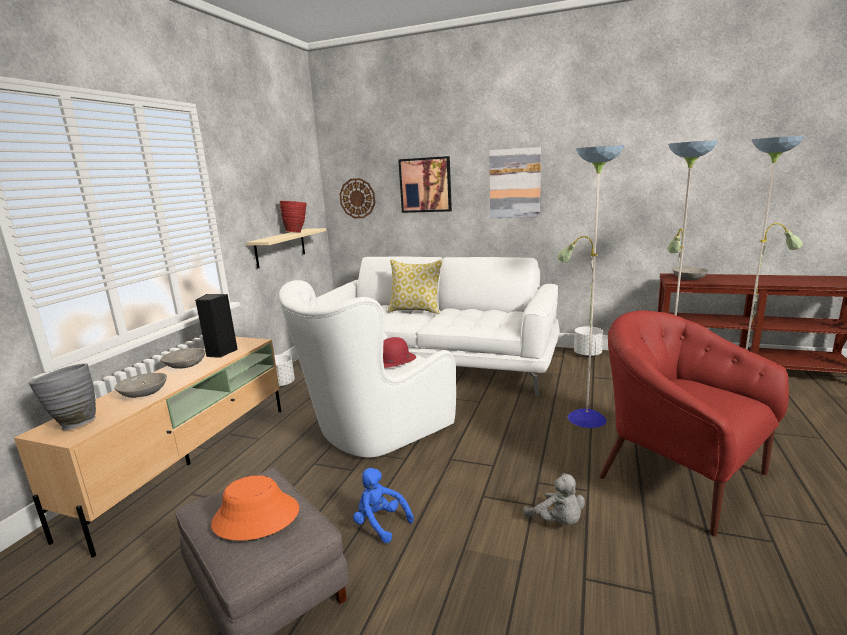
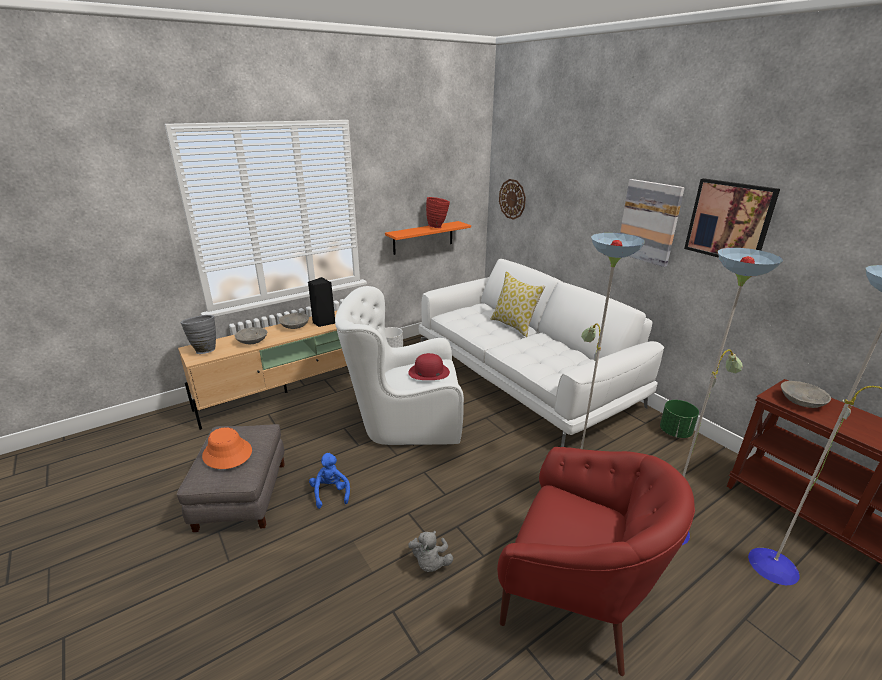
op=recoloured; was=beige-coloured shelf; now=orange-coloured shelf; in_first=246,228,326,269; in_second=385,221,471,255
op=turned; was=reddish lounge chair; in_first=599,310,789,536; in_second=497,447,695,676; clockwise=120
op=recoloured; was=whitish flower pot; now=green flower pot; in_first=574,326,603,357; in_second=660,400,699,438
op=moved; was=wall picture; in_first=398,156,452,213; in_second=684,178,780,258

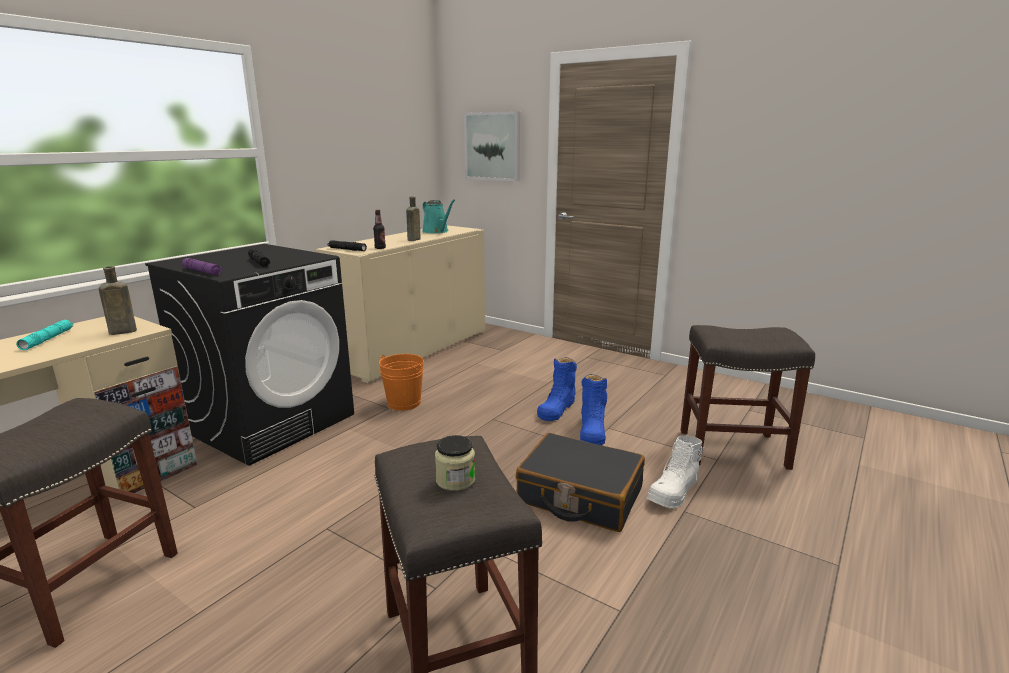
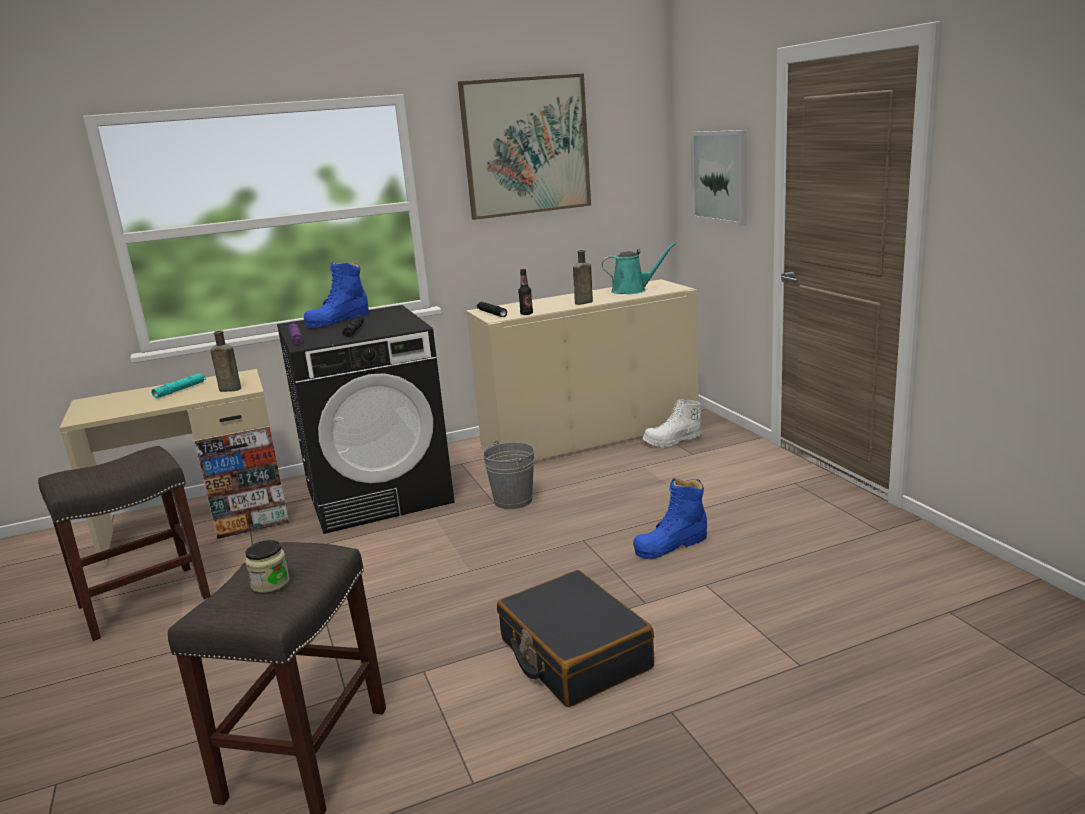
op=moved; was=blue tall boot; in_first=580,374,607,445; in_second=304,262,369,328
op=added; now=wall picture; in_second=458,73,591,220
op=recoloured; was=orange-coloured water bucket; now=gray water bucket; in_first=379,354,424,411; in_second=482,440,535,509
op=turned; was=turquoise-coloured sprinkling can; in_first=422,200,455,233; in_second=601,243,676,294; clockwise=-90
op=moved; was=whitish tall boot; in_first=646,435,705,508; in_second=643,399,701,447
op=removed; was=gray stool; in_first=681,325,815,470

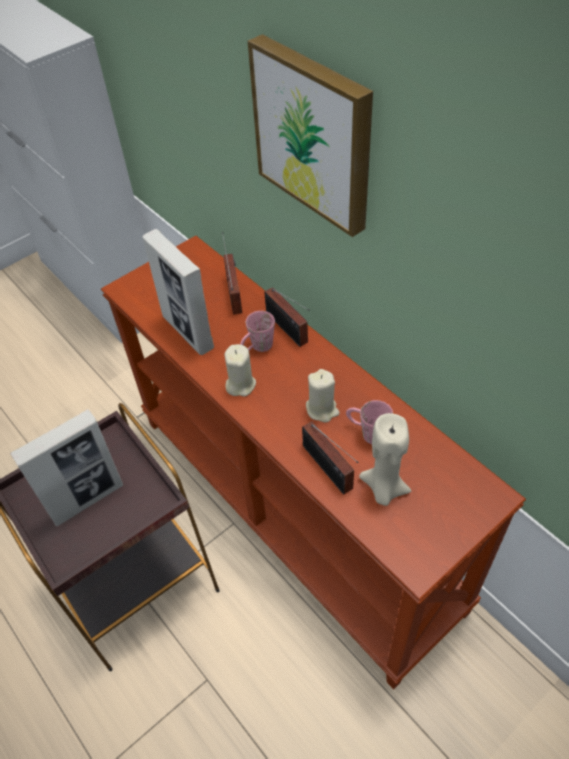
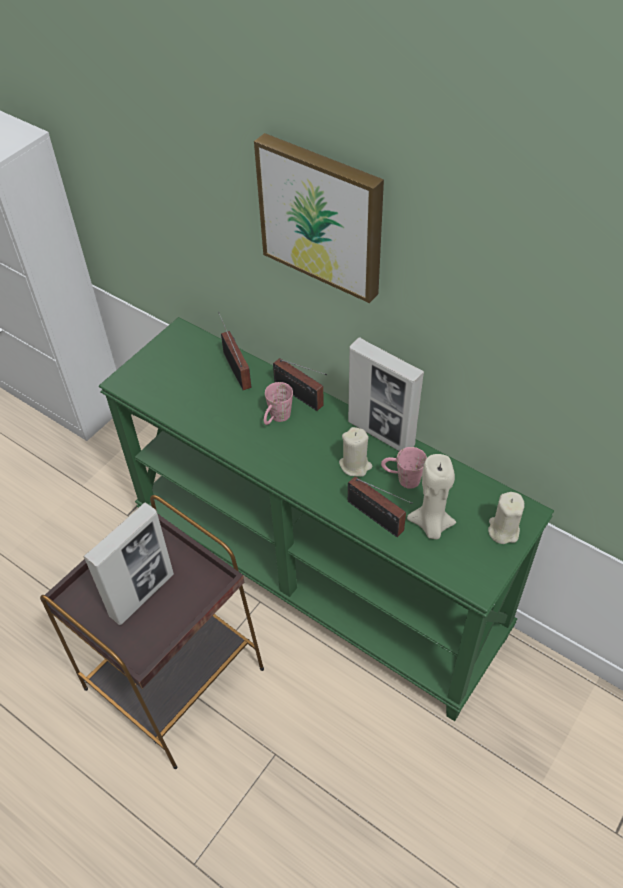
op=recoloured; was=brownish console table; now=green console table; in_first=101,235,526,689; in_second=99,317,554,721
op=moved; was=photo frame; in_first=143,229,214,355; in_second=348,337,424,451
op=moved; was=beige-coloured wax candle; in_first=225,344,256,396; in_second=488,492,525,544

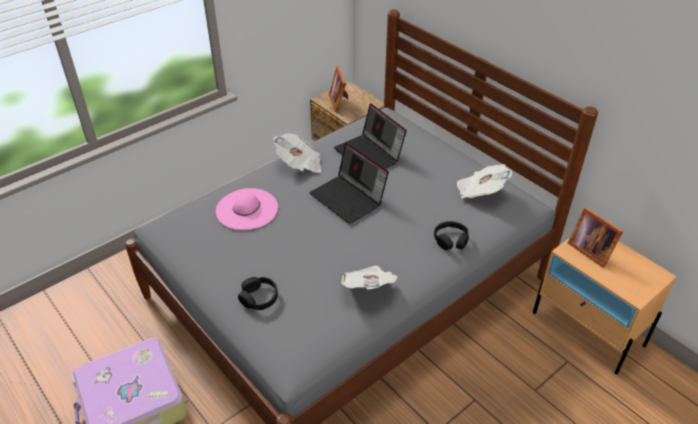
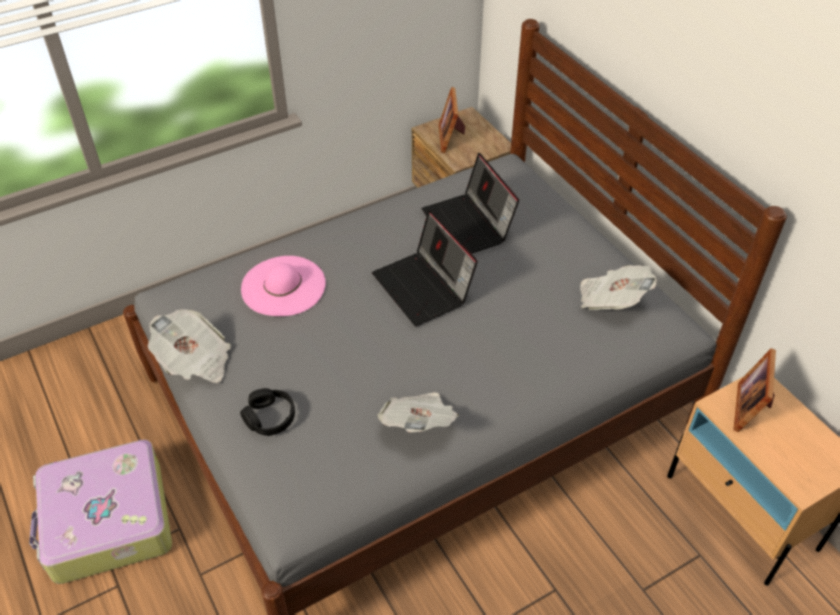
op=moved; was=daily paper; in_first=273,133,321,173; in_second=147,309,231,383
op=turned; was=photo frame; in_first=568,207,623,268; in_second=734,348,776,432; clockwise=45
op=removed; was=blackish pair of headphones; in_first=434,221,469,250

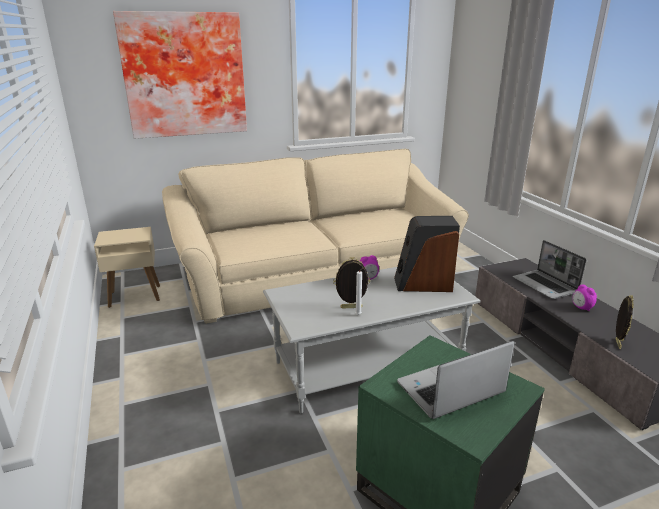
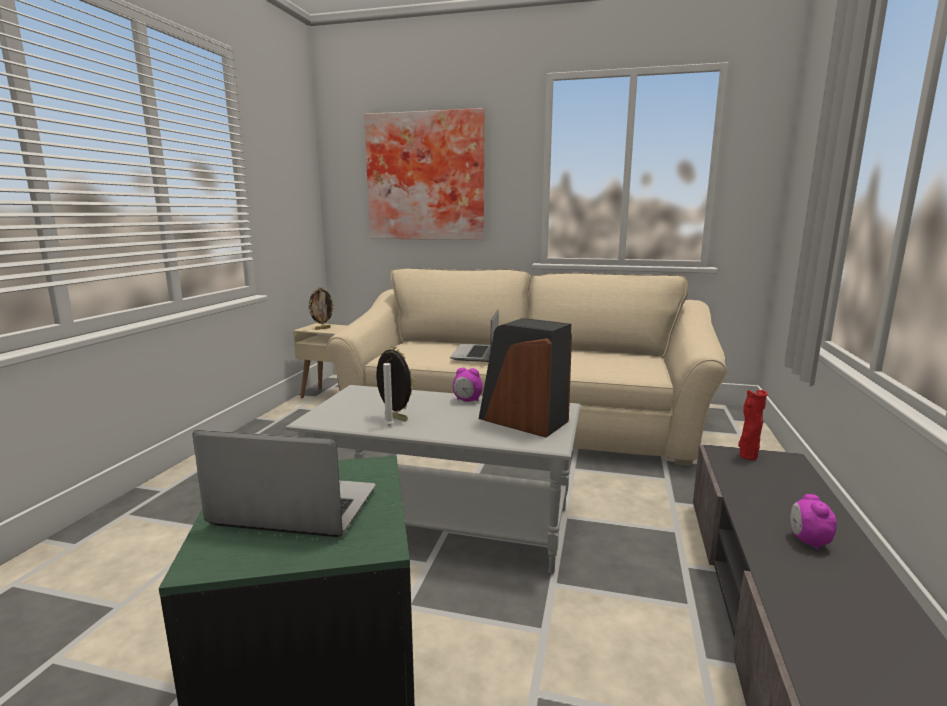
op=moved; was=photo frame; in_first=616,295,634,349; in_second=308,287,335,330
op=moved; was=portable computer; in_first=513,240,586,299; in_second=450,310,499,362
op=added; now=reddish flower vase; in_second=738,390,768,460

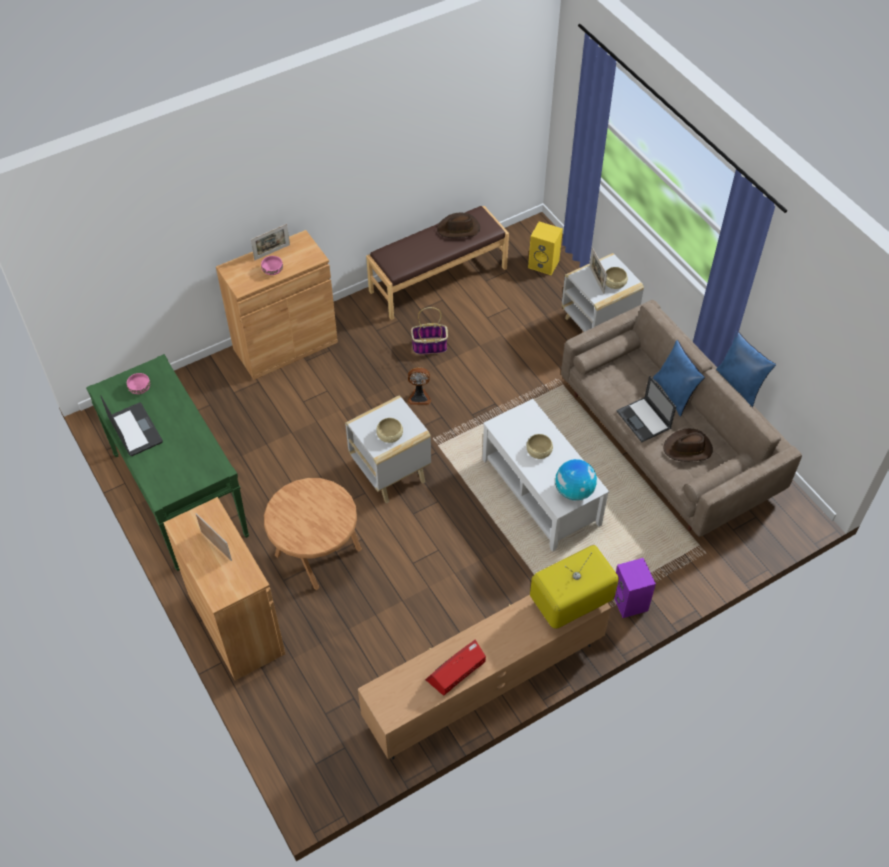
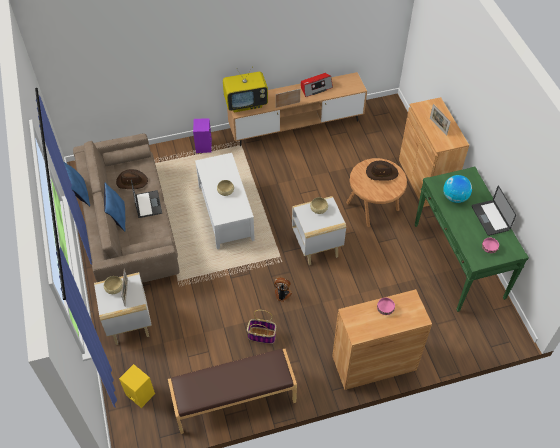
op=moved; was=photo frame; in_first=251,224,290,261; in_second=276,89,300,108
op=moved; was=brownish wearable hat; in_first=437,213,480,238; in_second=366,161,398,181
op=moved; was=world globe; in_first=555,459,597,501; in_second=443,175,472,203

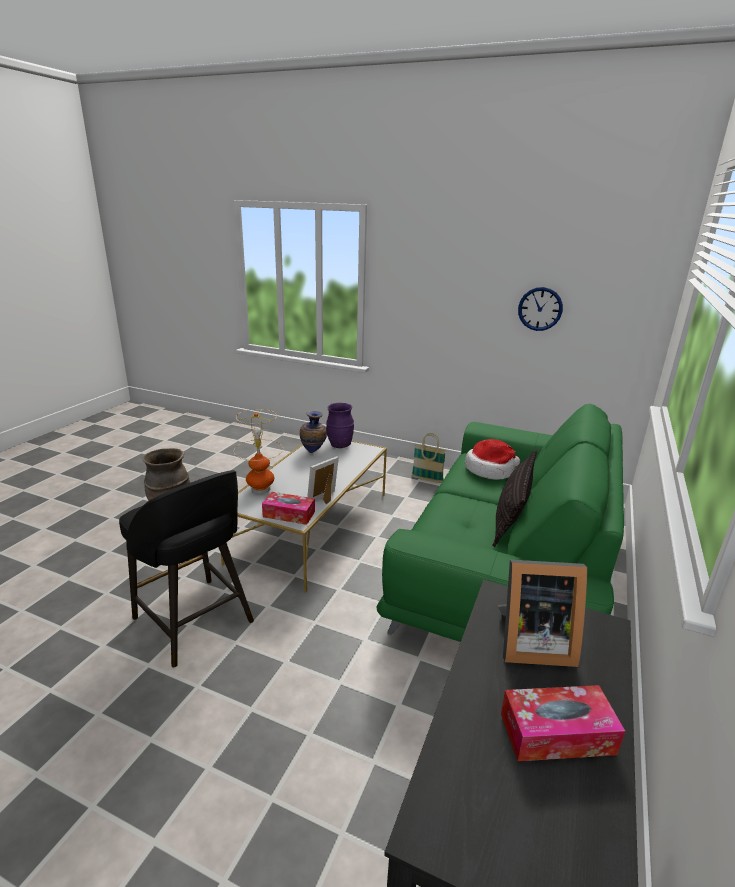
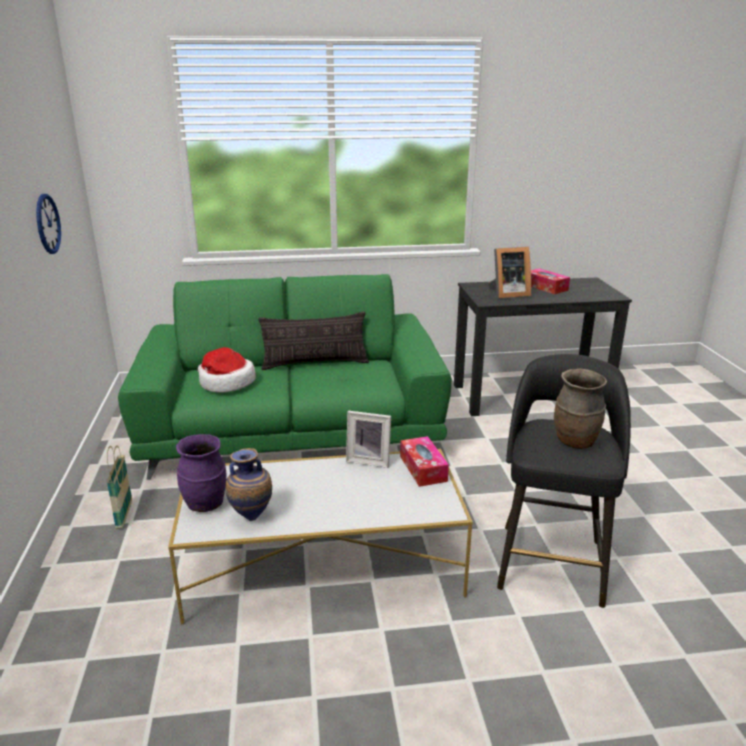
op=turned; was=photo frame; in_first=498,560,587,667; in_second=488,247,531,298; clockwise=105
op=removed; was=table lamp; in_first=234,409,283,494

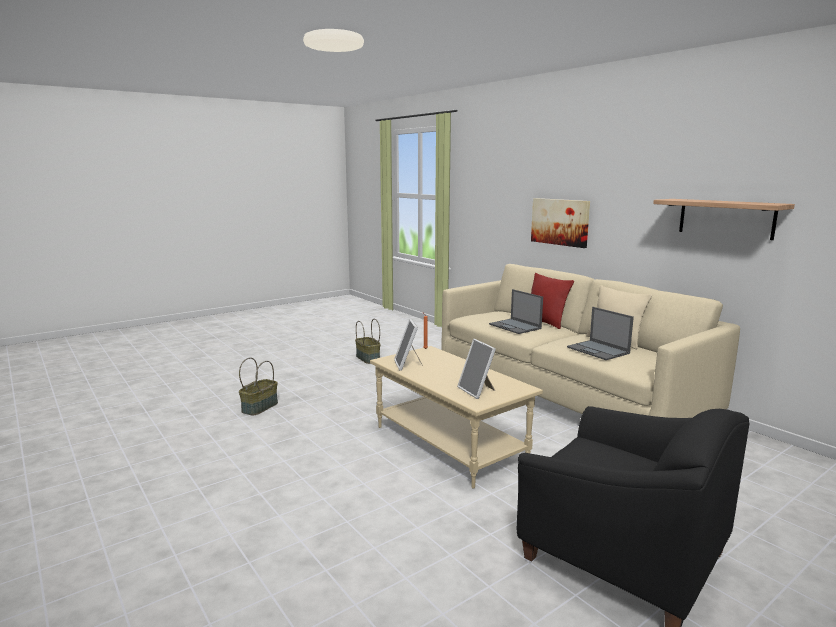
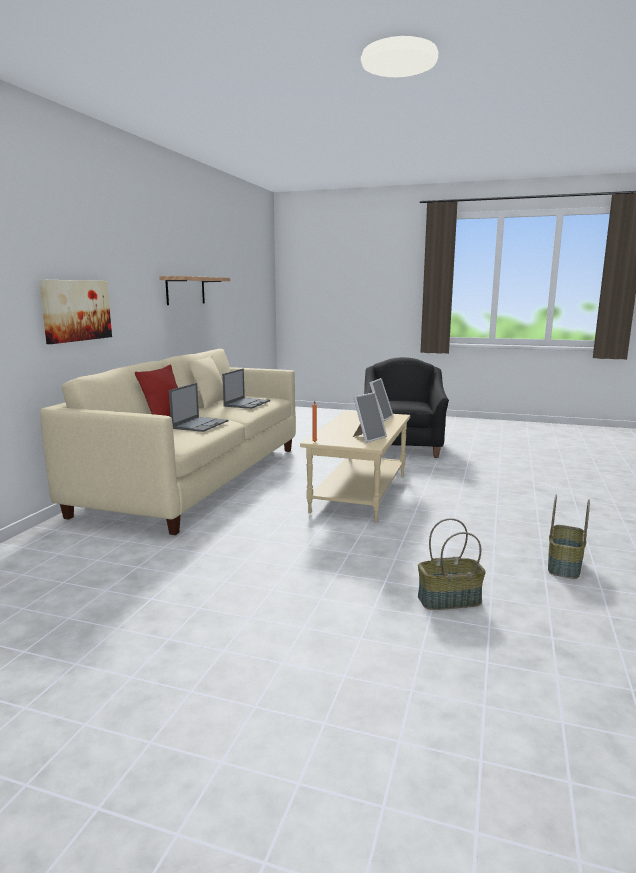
op=moved; was=basket; in_first=355,319,381,364; in_second=548,495,590,579

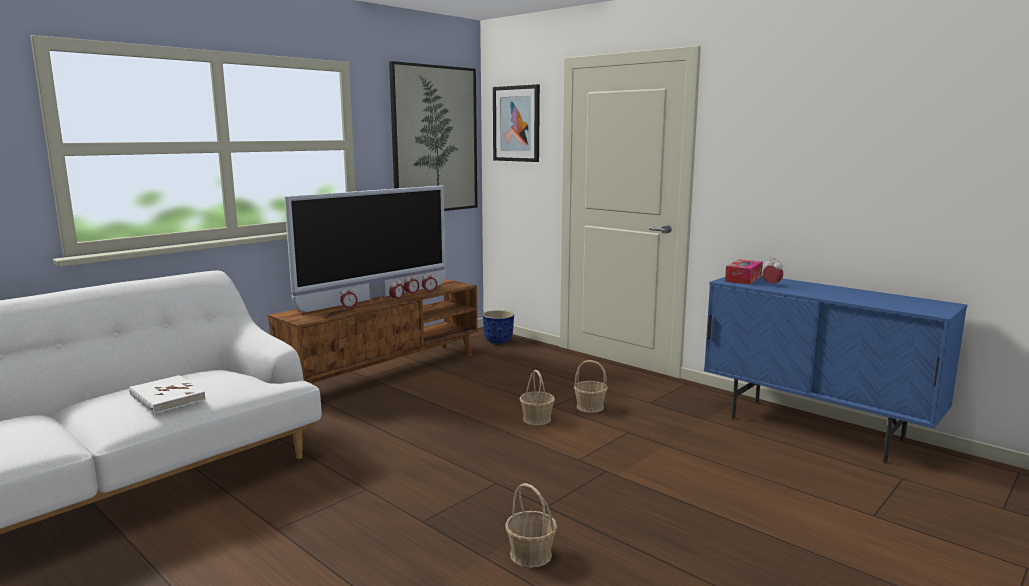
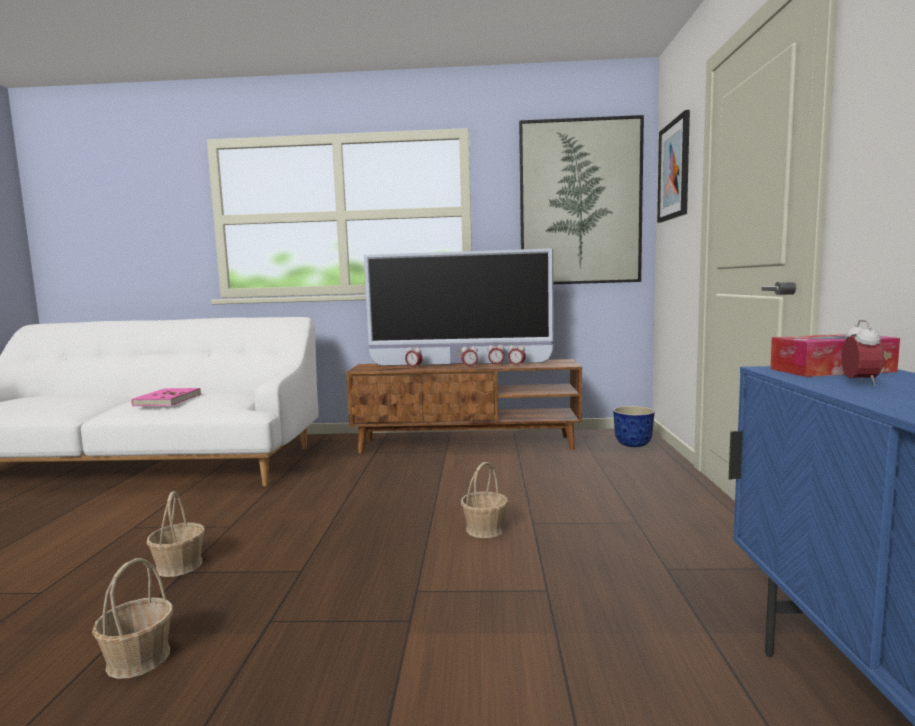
op=recoloured; was=whitish volume; now=pink volume; in_first=129,375,206,414; in_second=131,388,201,406
op=moved; was=basket; in_first=574,360,608,413; in_second=147,491,205,577

